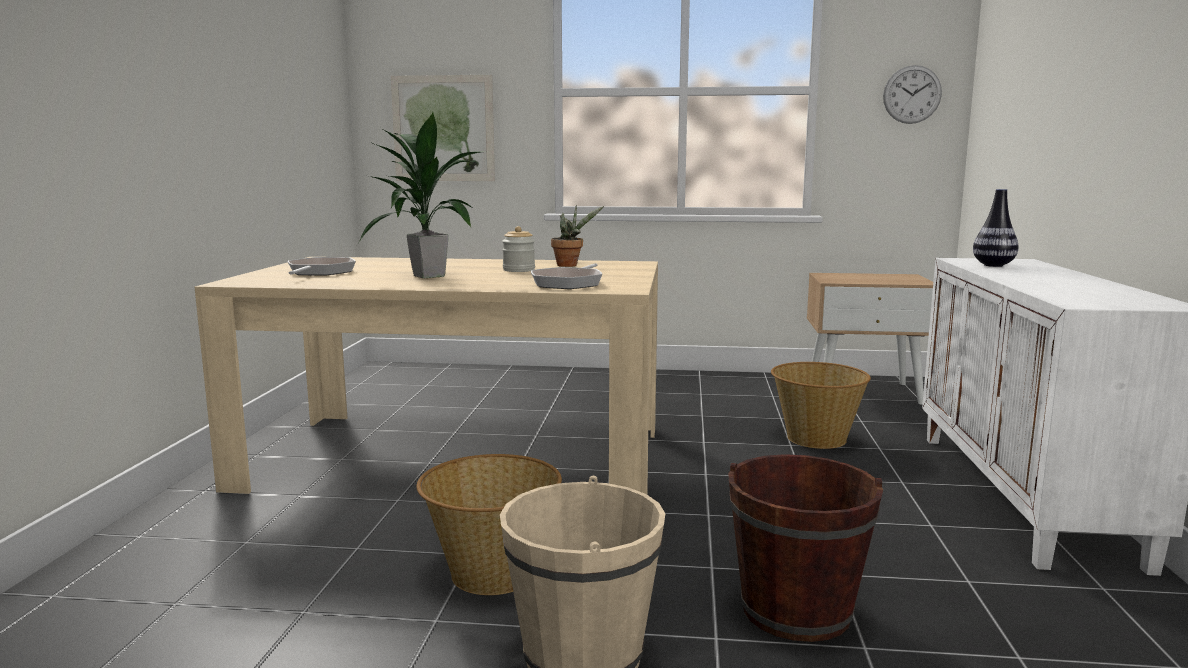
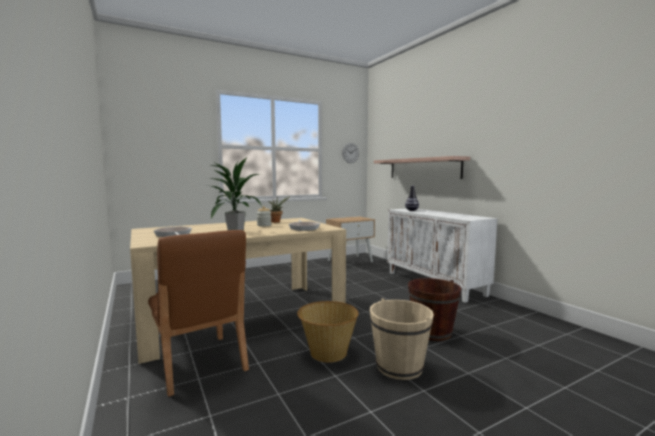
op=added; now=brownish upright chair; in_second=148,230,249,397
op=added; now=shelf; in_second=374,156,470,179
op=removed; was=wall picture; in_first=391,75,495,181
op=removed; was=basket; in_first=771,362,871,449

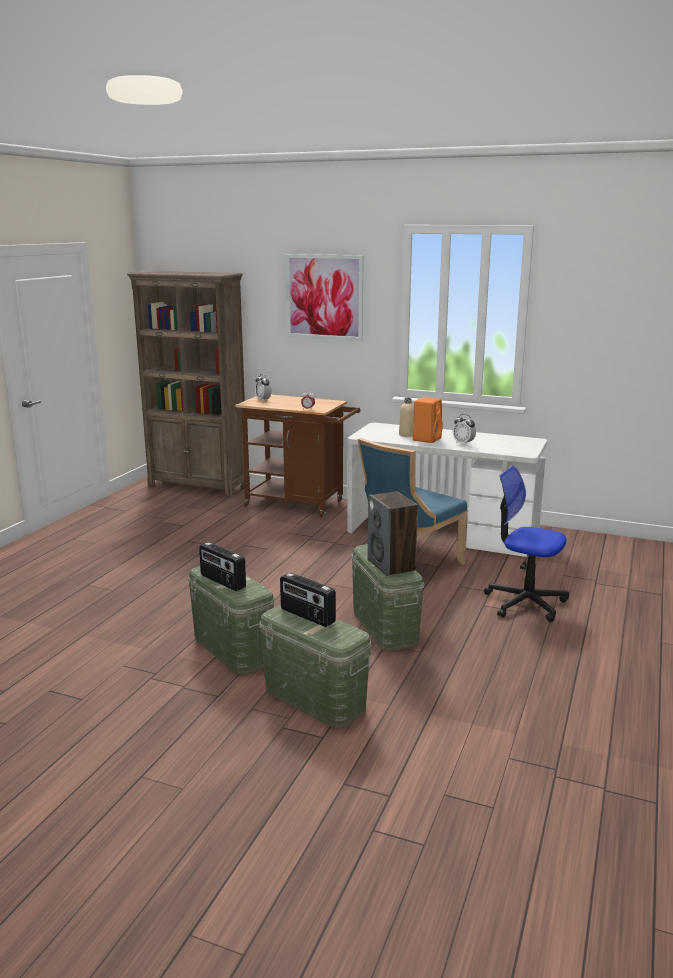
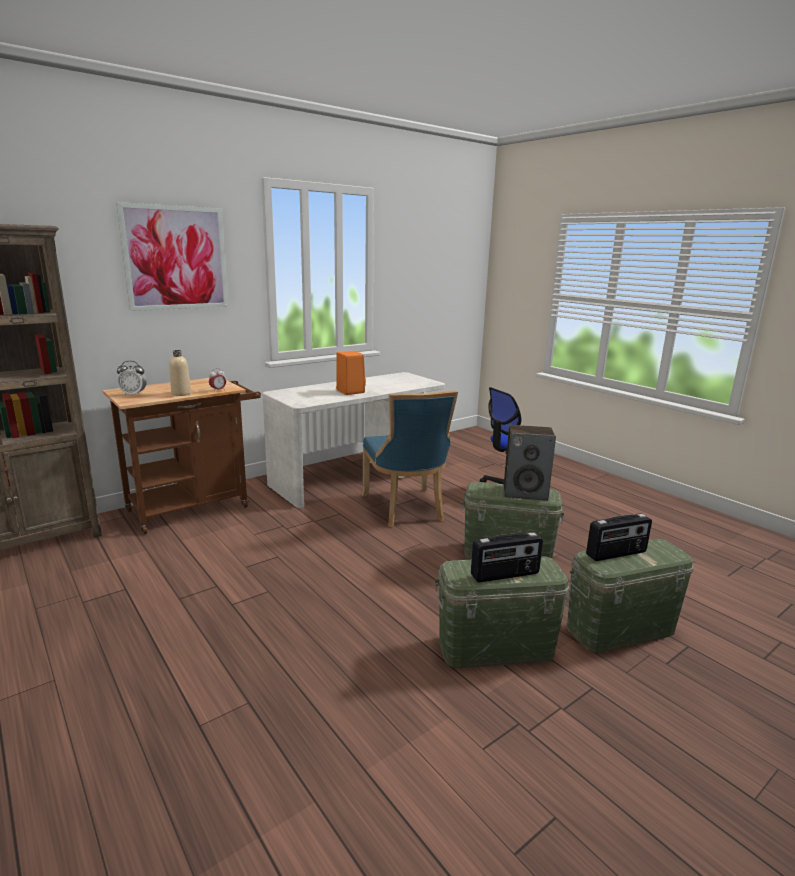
op=moved; was=beige-coloured drink bottle; in_first=399,398,414,437; in_second=169,350,191,396
op=removed; was=alarm clock; in_first=453,414,476,445

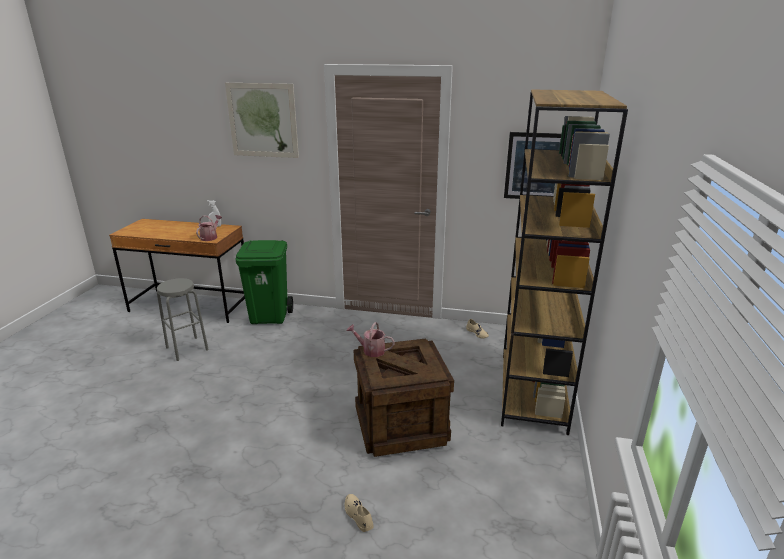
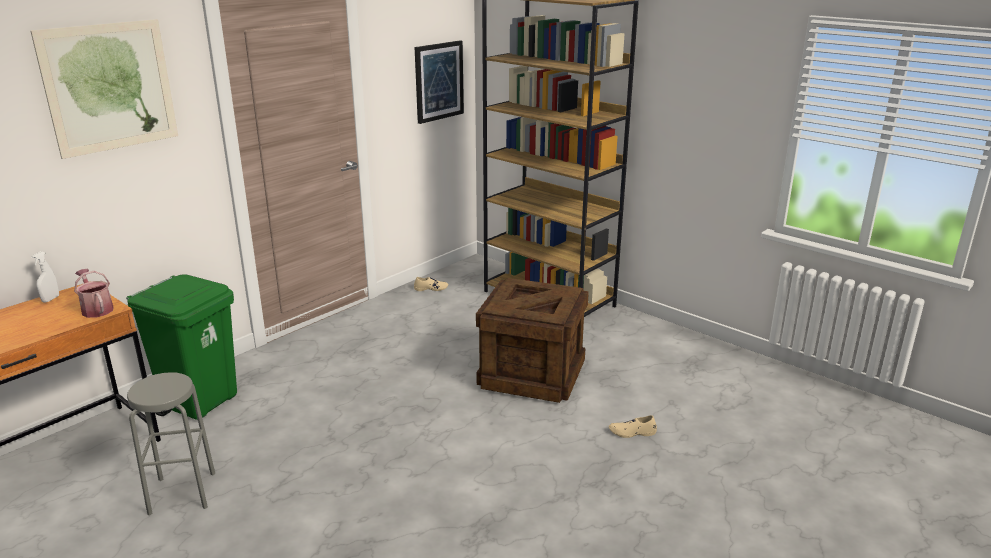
op=removed; was=sprinkling can; in_first=347,322,395,357

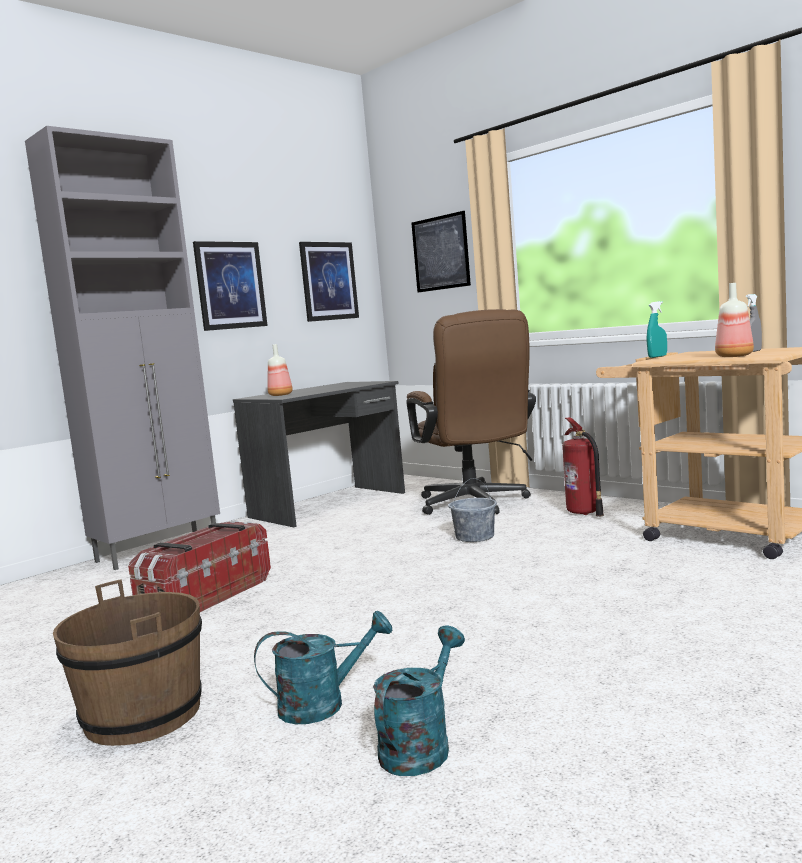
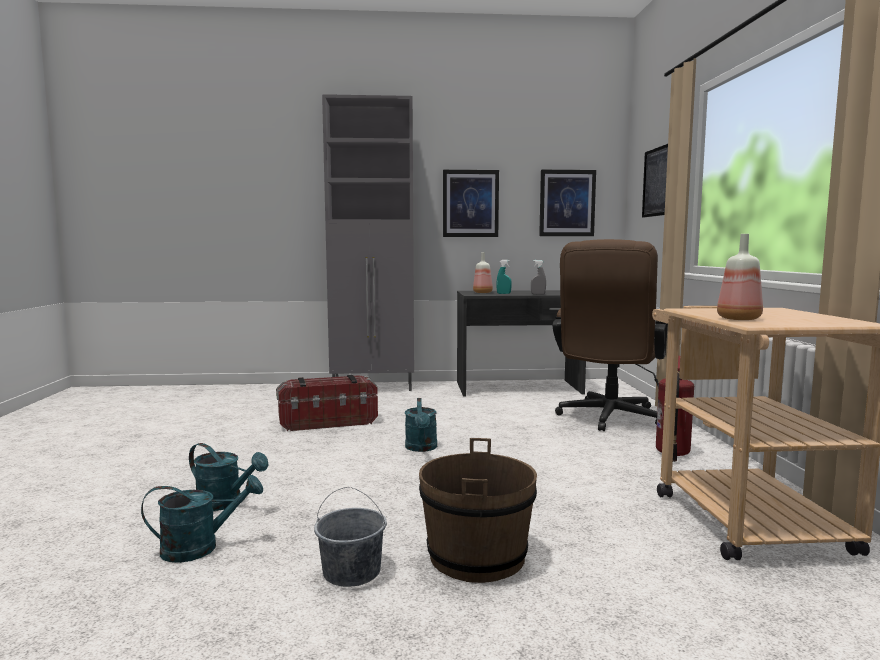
op=moved; was=gray water bucket; in_first=448,478,497,542; in_second=314,487,387,587
op=added; now=turquoise-coloured sprinkling can; in_second=405,398,437,452
op=moved; was=brownish water bucket; in_first=53,579,202,746; in_second=419,438,537,583
op=moved; was=turquoise-coloured sprayer; in_first=647,301,667,358; in_second=497,260,512,294
op=moved; was=gray sprayer; in_first=746,294,762,352; in_second=531,260,546,295

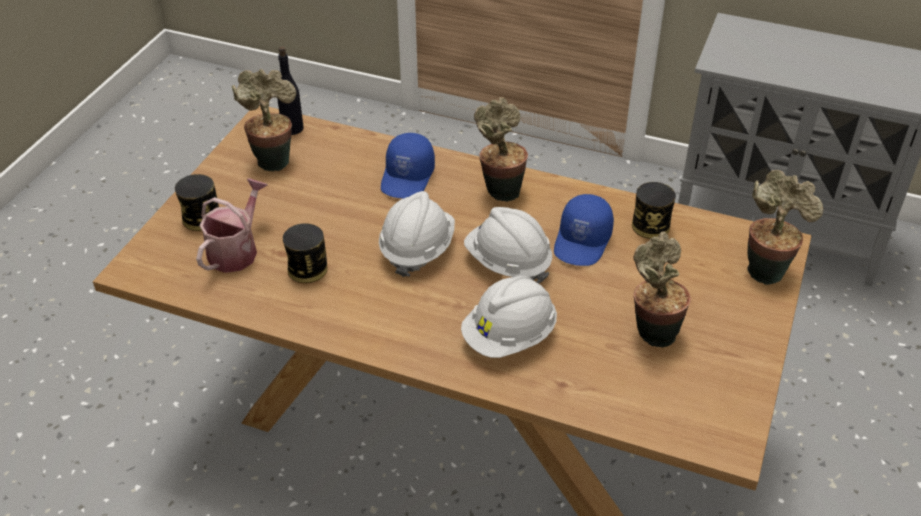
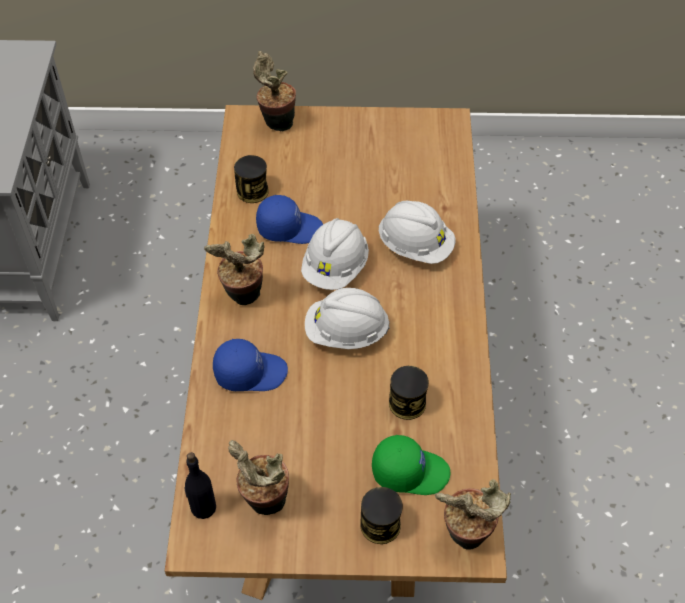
op=replaced; was=sprinkling can; now=green baseball cap; in_first=196,178,267,273; in_second=372,435,450,495
op=moved; was=plant in a pot; in_first=634,231,691,348; in_second=435,479,511,550

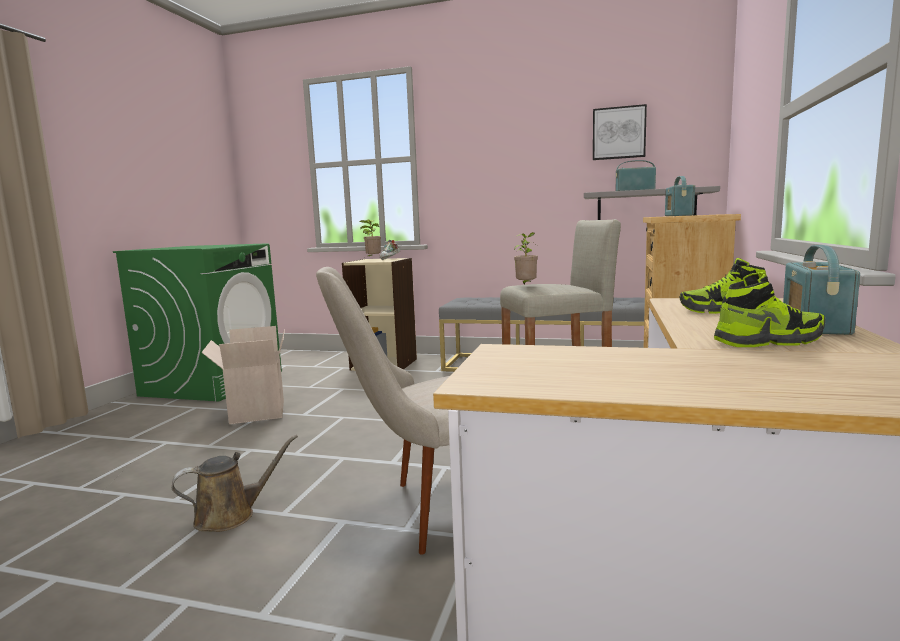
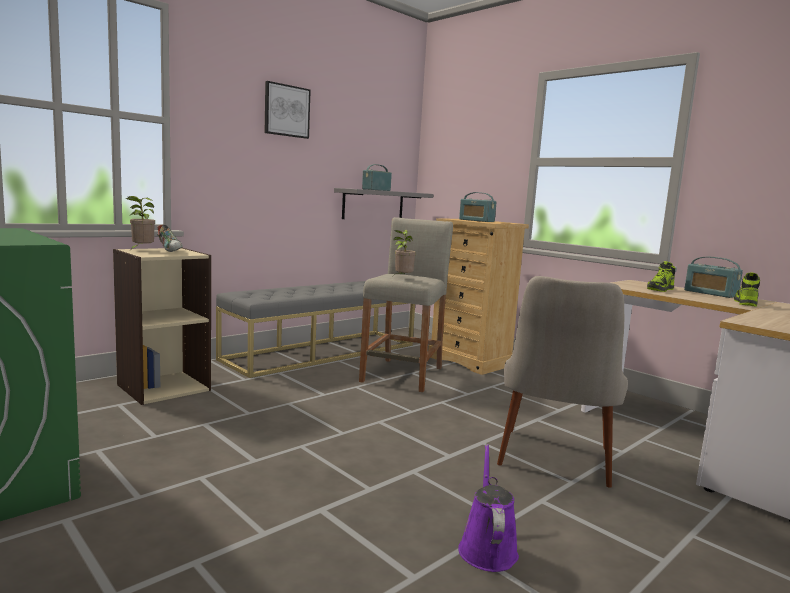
op=moved; was=wall picture; in_first=593,104,647,160; in_second=265,81,311,139
op=recoloured; was=brownish sprinkling can; now=purplish sprinkling can; in_first=172,434,298,532; in_second=458,444,519,572
op=removed; was=carton; in_first=201,326,285,424

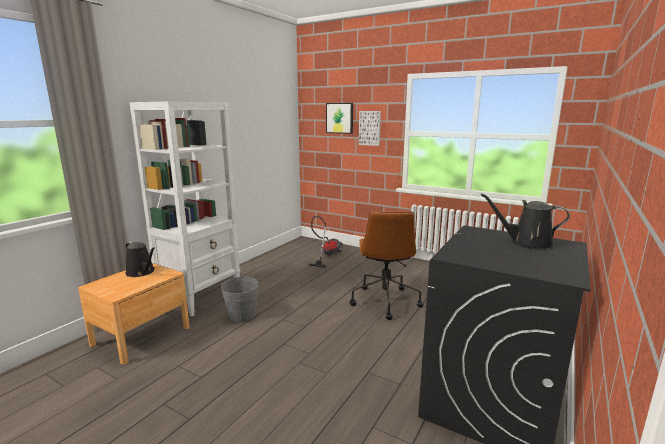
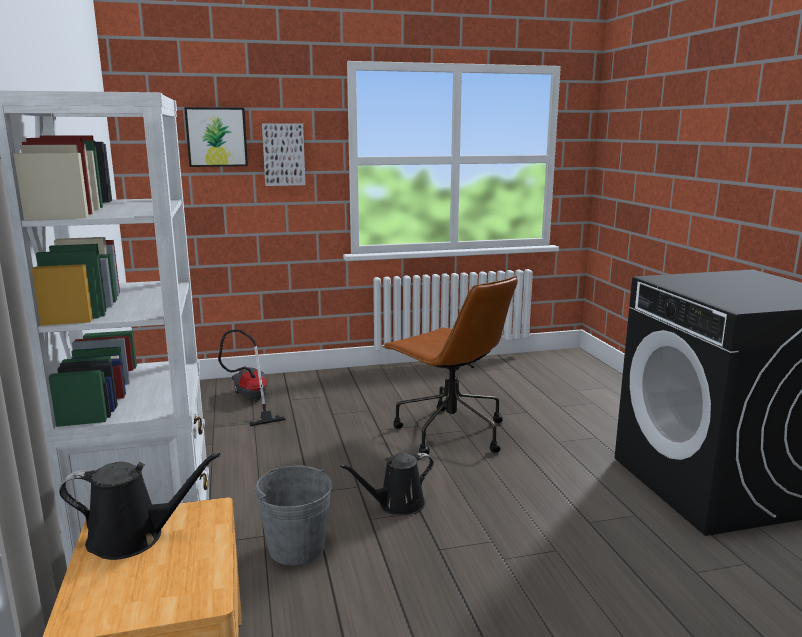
op=moved; was=blackish sprinkling can; in_first=481,193,570,250; in_second=340,453,434,515

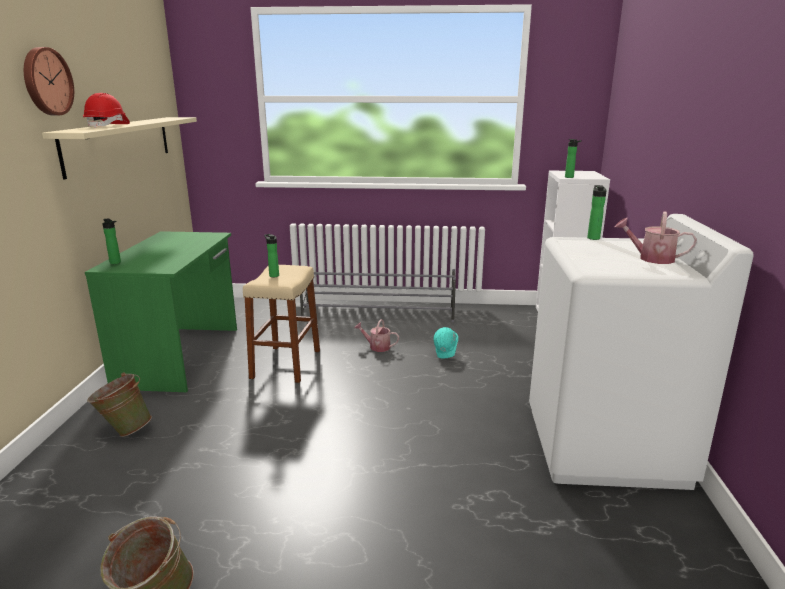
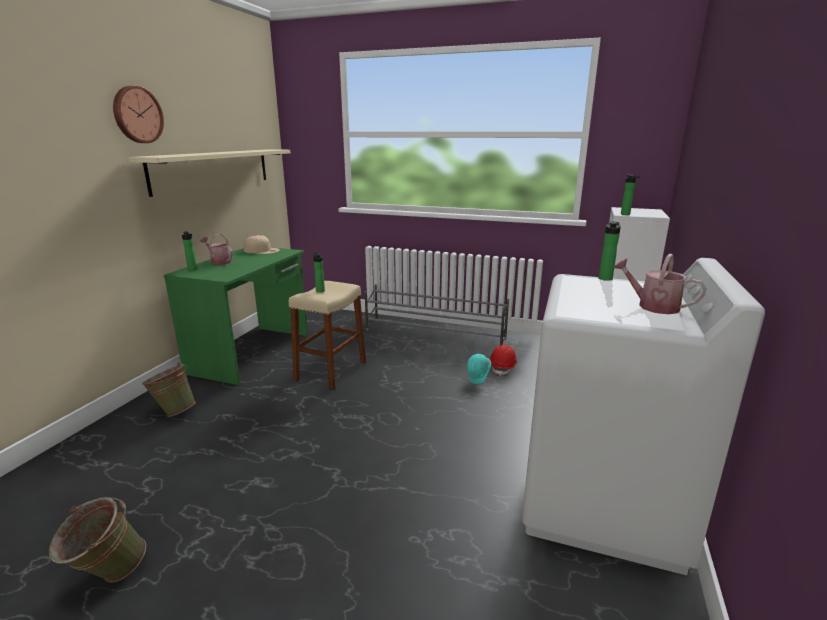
op=moved; was=sprinkling can; in_first=354,319,399,352; in_second=200,234,233,265
op=added; now=beige-coloured baseball cap; in_second=243,235,280,254
op=moved; was=reddish hard hat; in_first=83,93,130,128; in_second=489,345,518,376

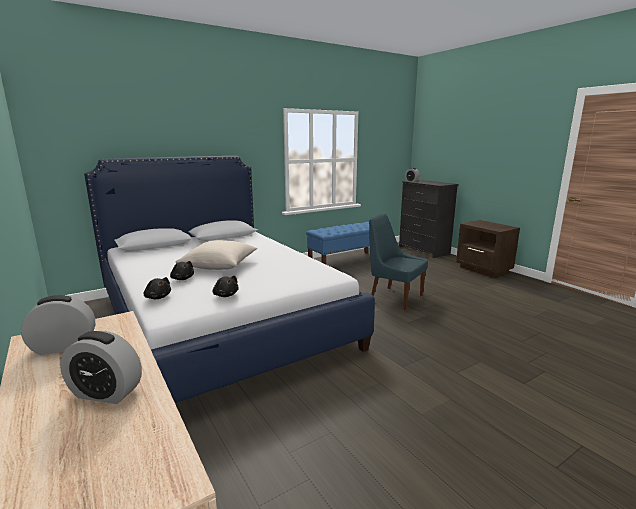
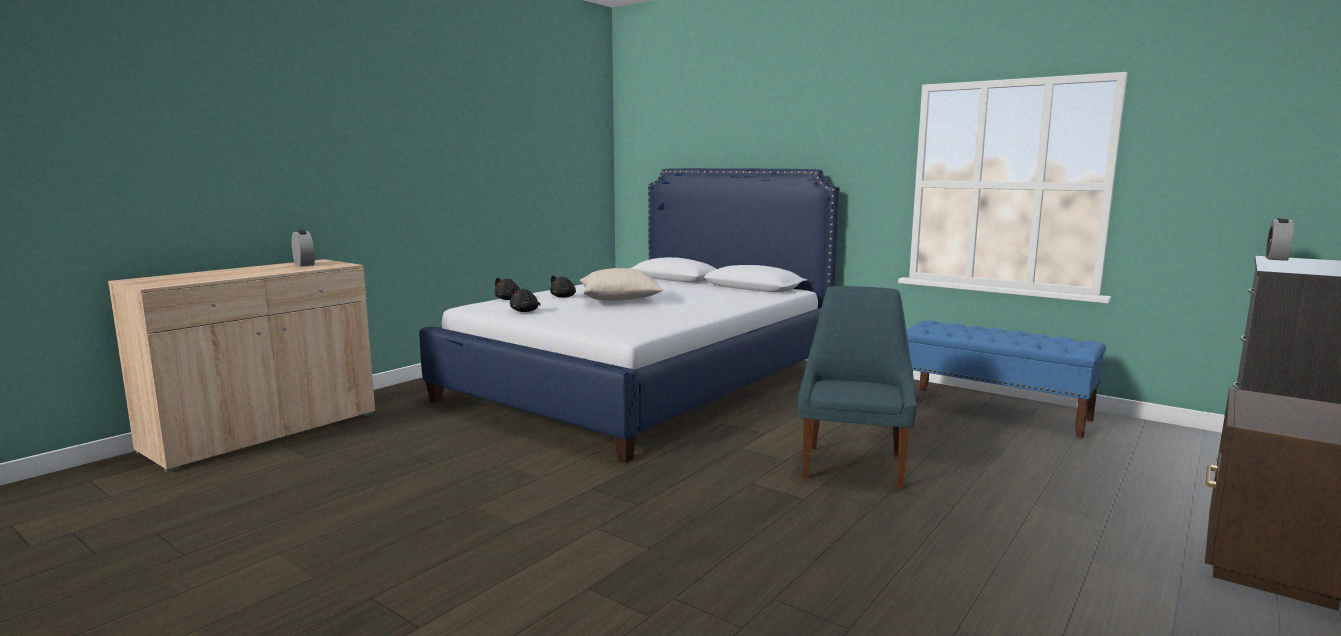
op=removed; was=alarm clock; in_first=60,331,142,404

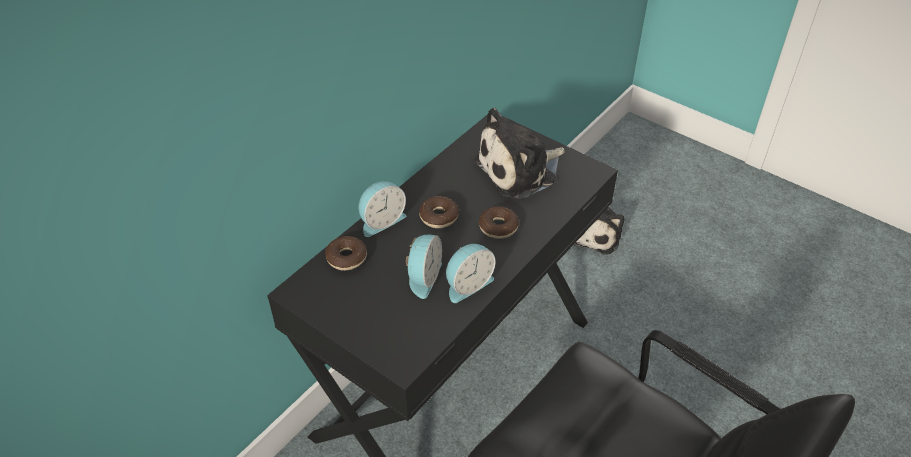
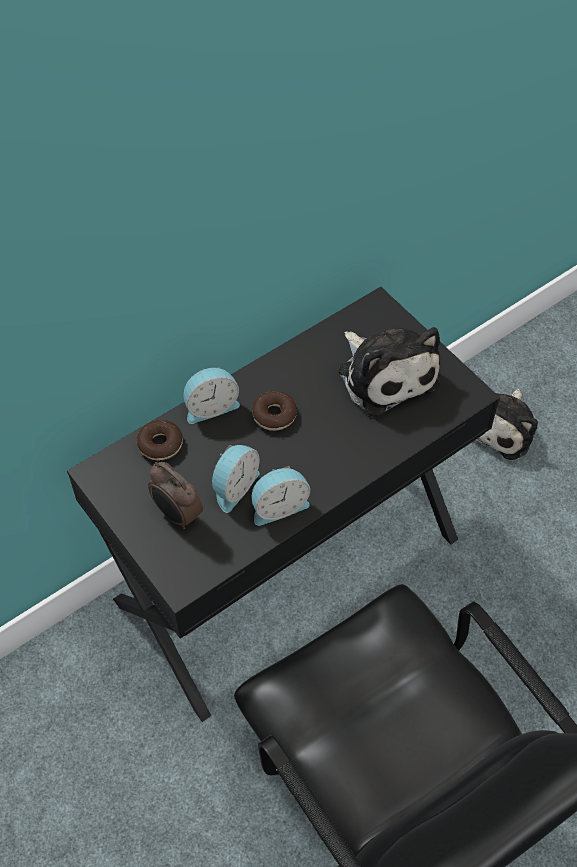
op=added; now=alarm clock; in_second=148,462,203,529
op=turned; was=soft toy; in_first=474,108,565,199; in_second=338,327,440,417; clockwise=-105
op=removed; was=doughnut; in_first=479,206,519,239

